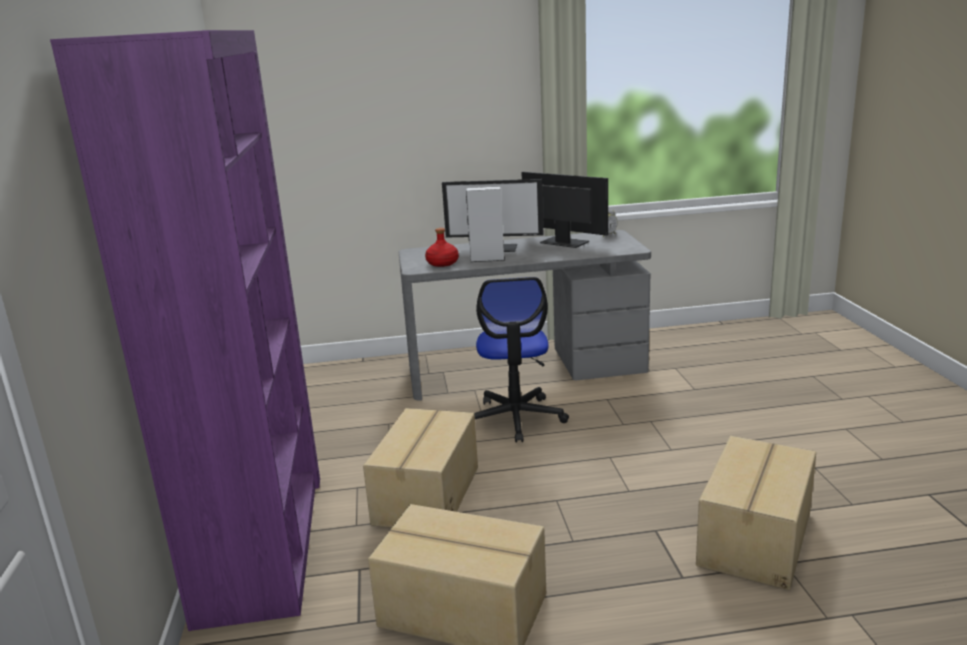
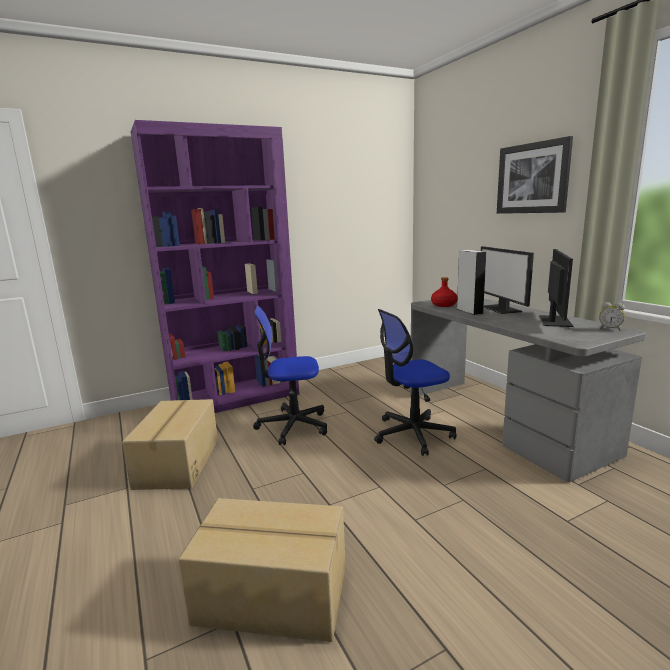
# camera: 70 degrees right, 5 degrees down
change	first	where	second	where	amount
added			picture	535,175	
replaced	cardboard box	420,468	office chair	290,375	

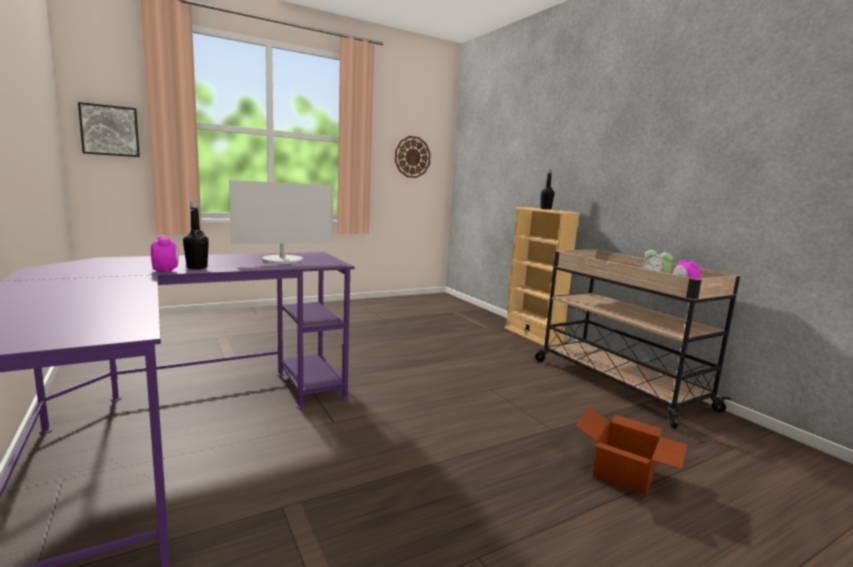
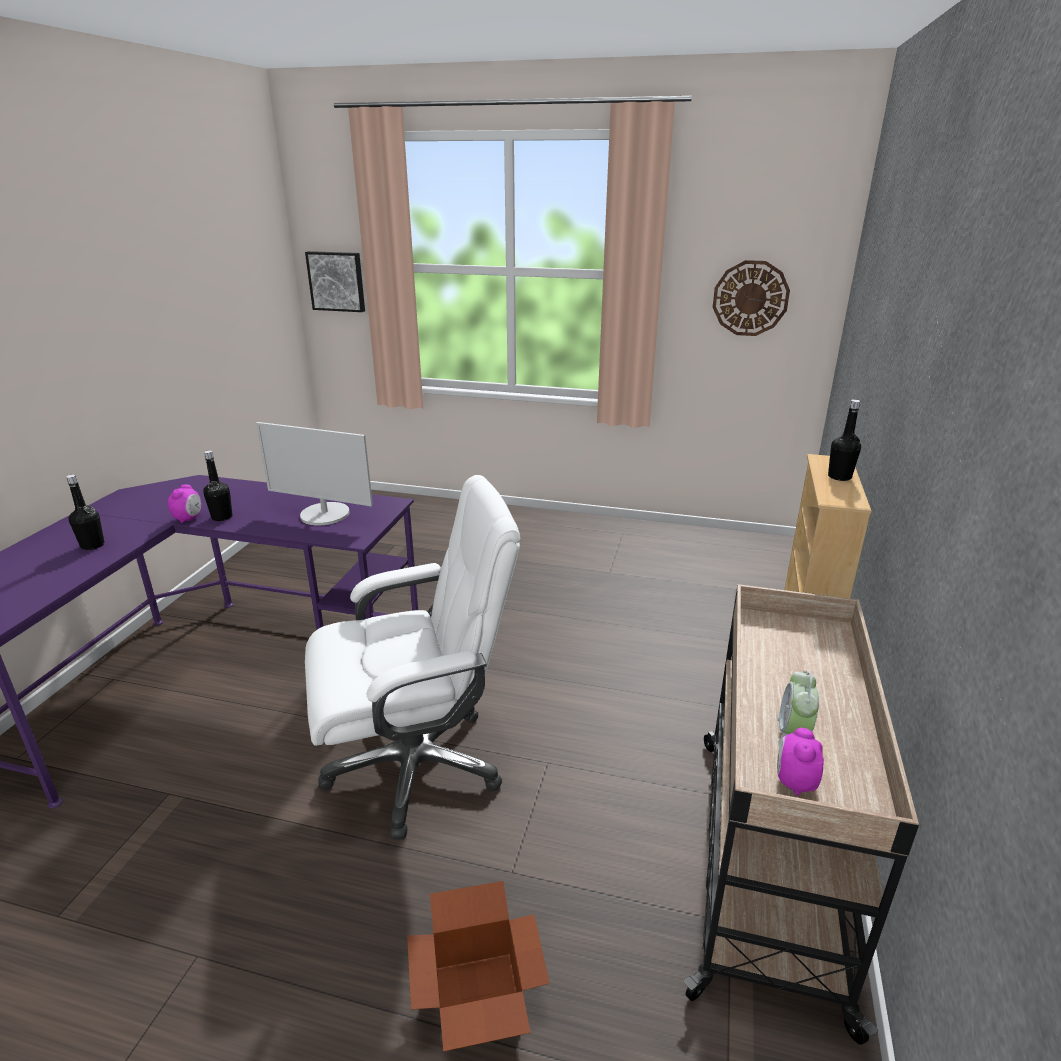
# camera: 45 degrees right, 15 degrees up
change	first	where	second	where	amount
added			bottle (black)	85,512	
added			office chair (white)	412,657	

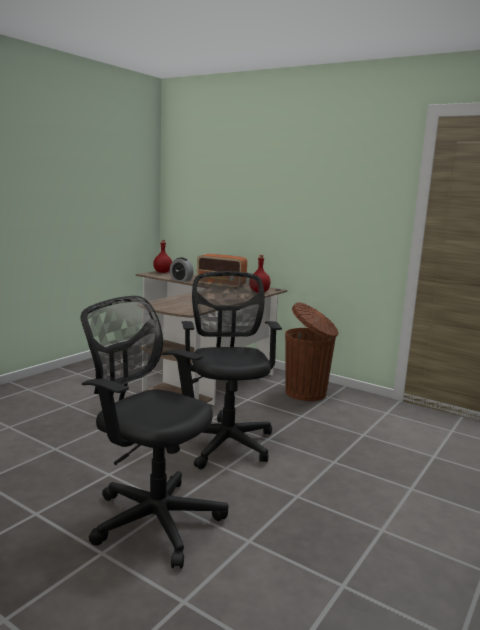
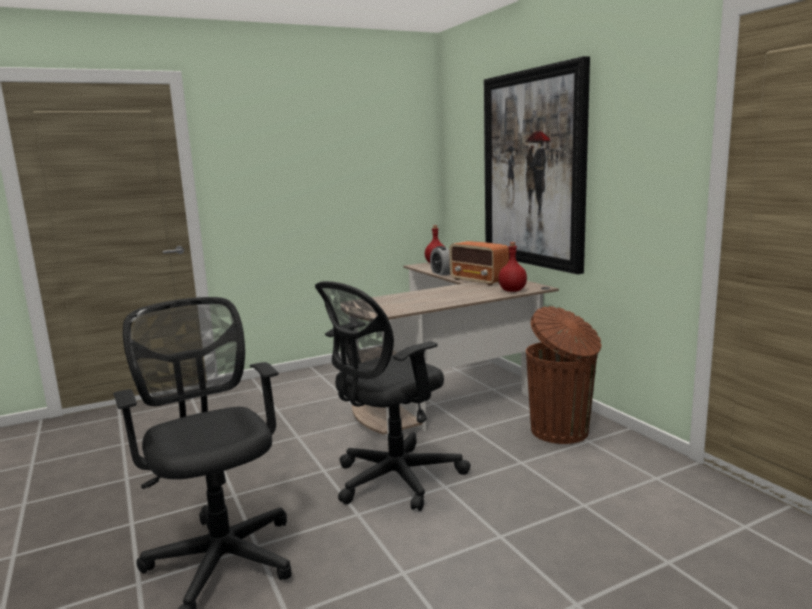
# camera: 30 degrees right, 0 degrees up
change	first	where	second	where	amount
added			picture	537,165	
turned	office chair (black)	231,370		393,396	150 degrees counterclockwise

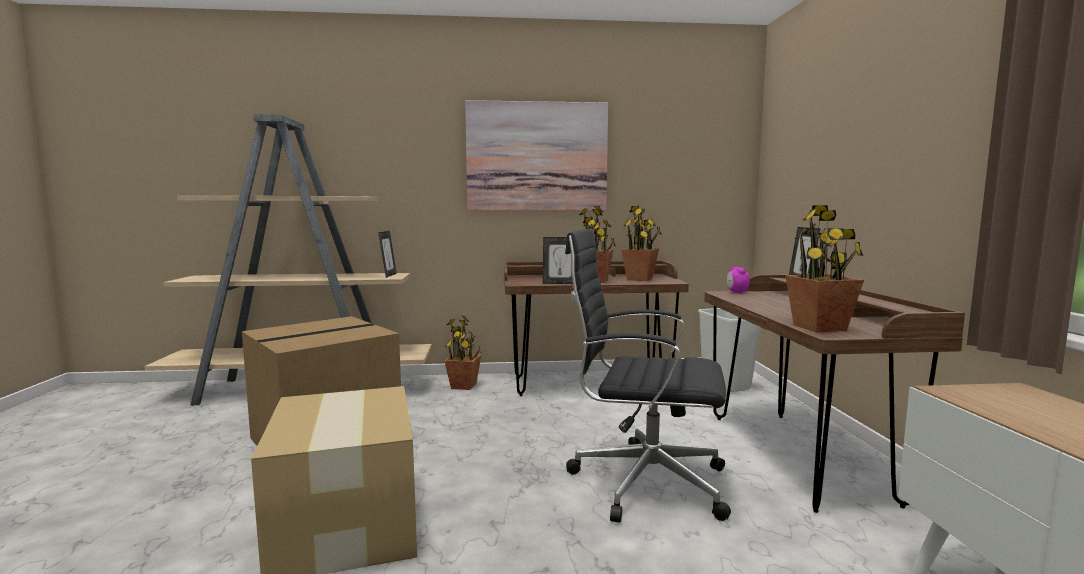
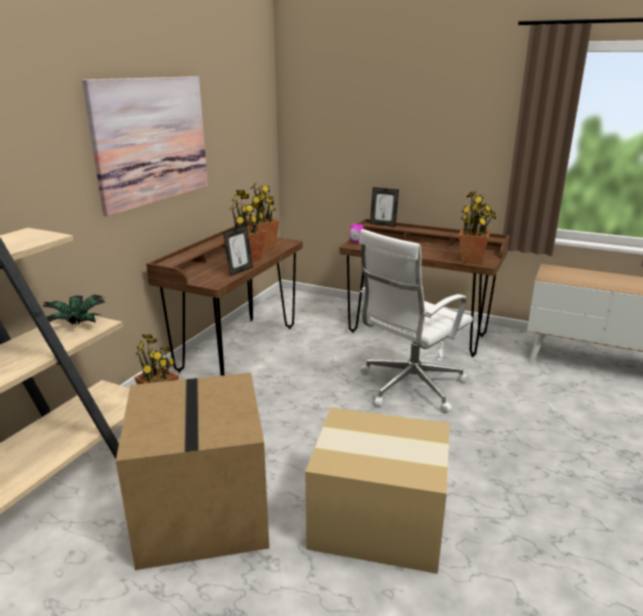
# camera: 60 degrees left, 15 degrees up
change	first	where	second	where	amount
removed	trash can (white)	729,350			
replaced	picture frame	387,254	potted plant	73,310	
recoloured	office chair (black)	648,375	office chair (white)	416,321	

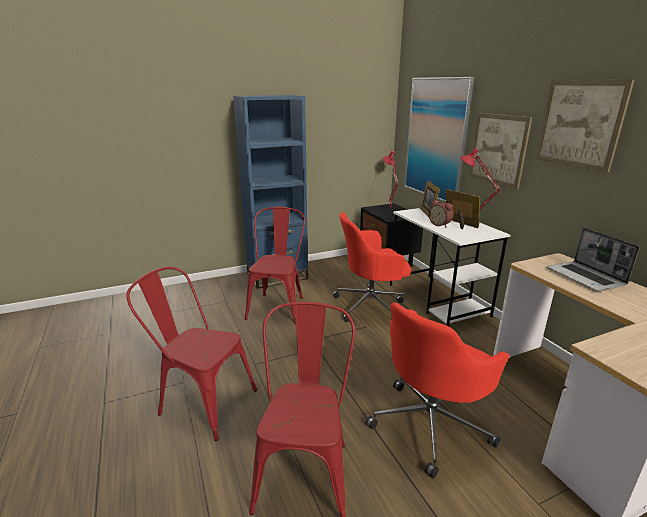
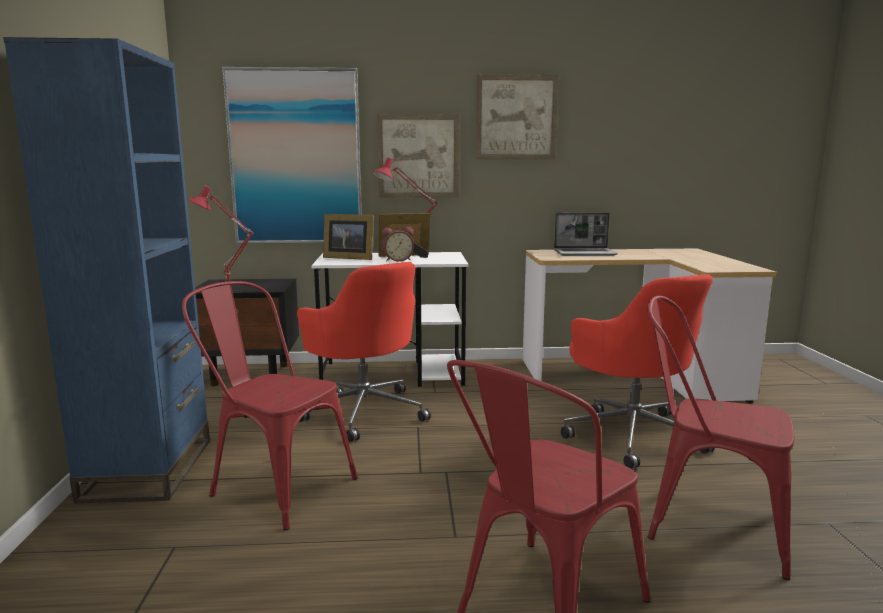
# camera: 70 degrees left, 10 degrees down
change	first	where	second	where	amount
turned	office chair (red)	372,267		364,352	45 degrees counterclockwise

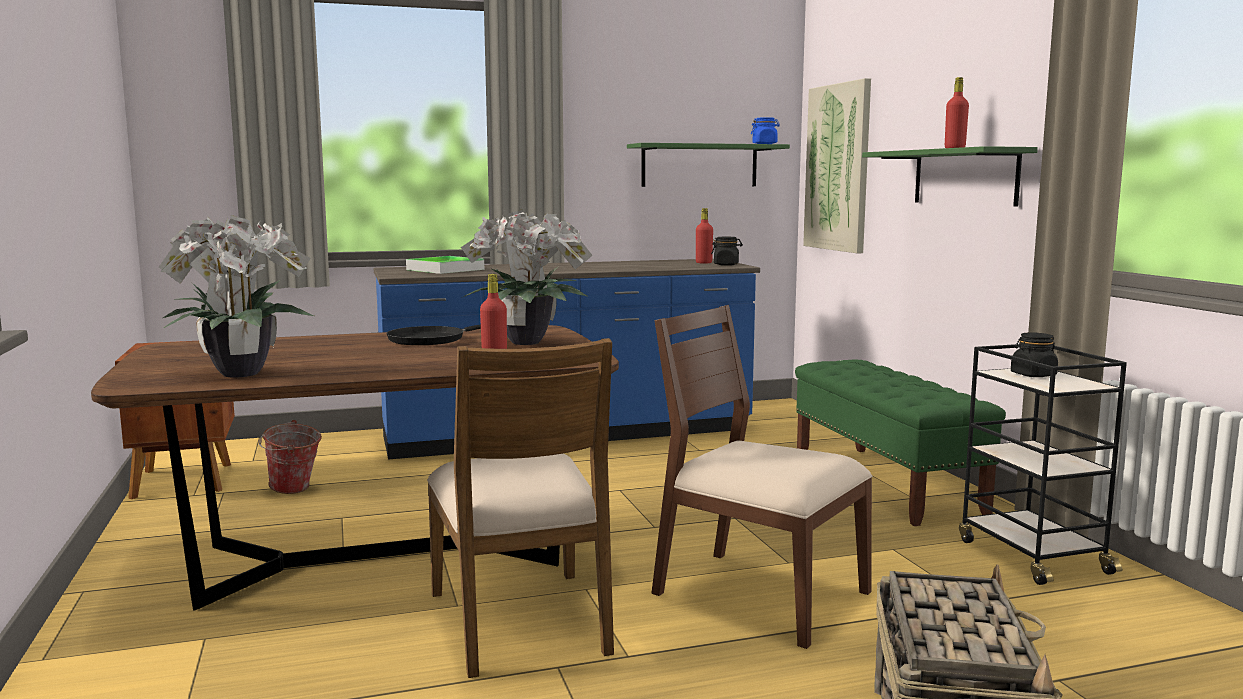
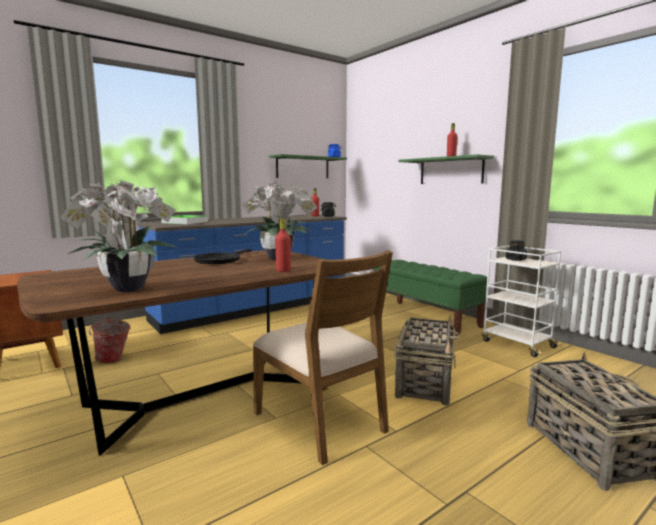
# camera: 20 degrees left, 0 degrees up
change	first	where	second	where	amount
removed	picture	837,165			
replaced	chair (brown)	761,477	basket	427,361	
recoloured	cart (black)	1043,464	cart (white)	521,301	

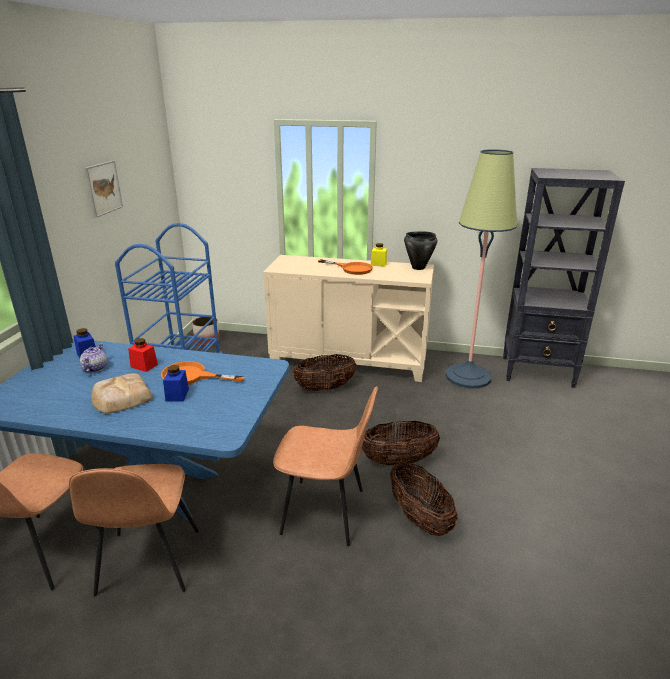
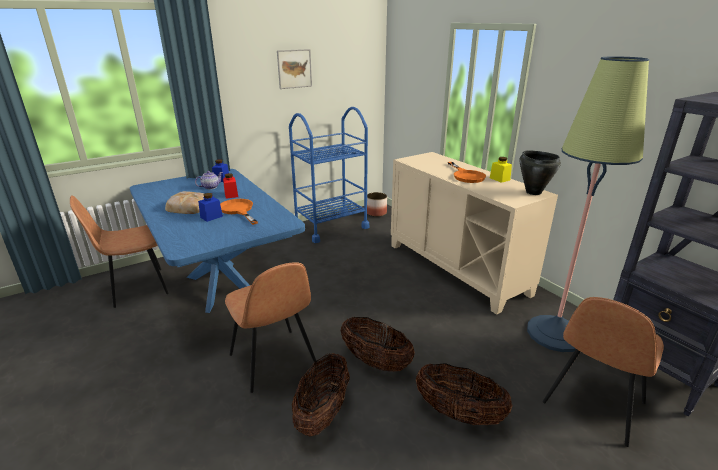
# camera: 45 degrees right, 0 degrees up
change	first	where	second	where	amount
moved	chair (brown)	134,530		603,372	
moved	basket	325,372		464,394	

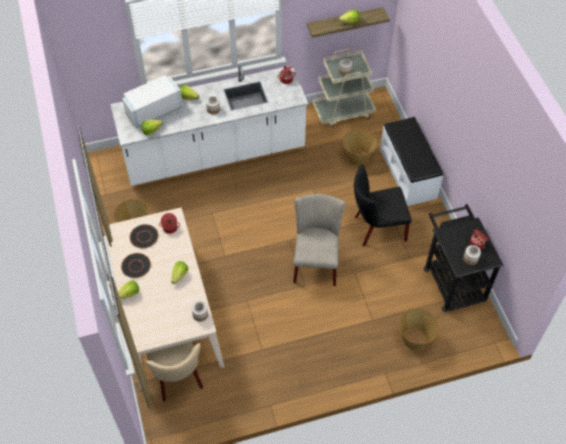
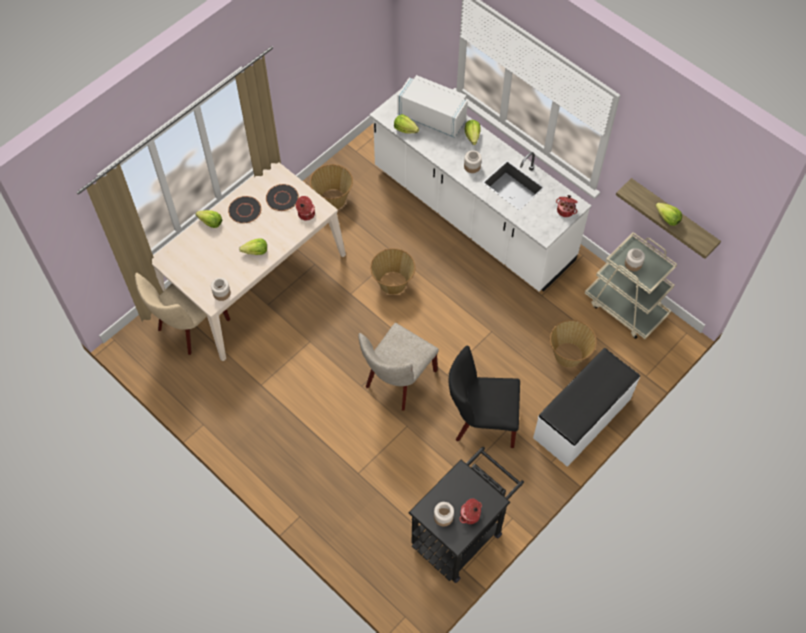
# camera: 60 degrees right, 5 degrees up
change	first	where	second	where	amount
moved	basket	418,329		393,271	
turned	chair (beige)	319,240		399,367	150 degrees clockwise
turned	chair (black)	383,205		484,397	45 degrees counterclockwise

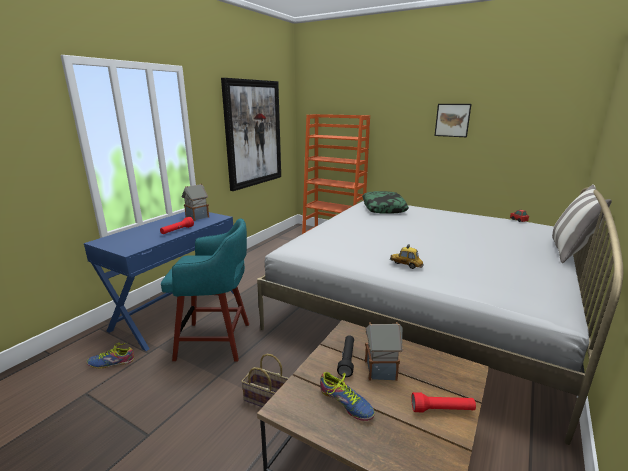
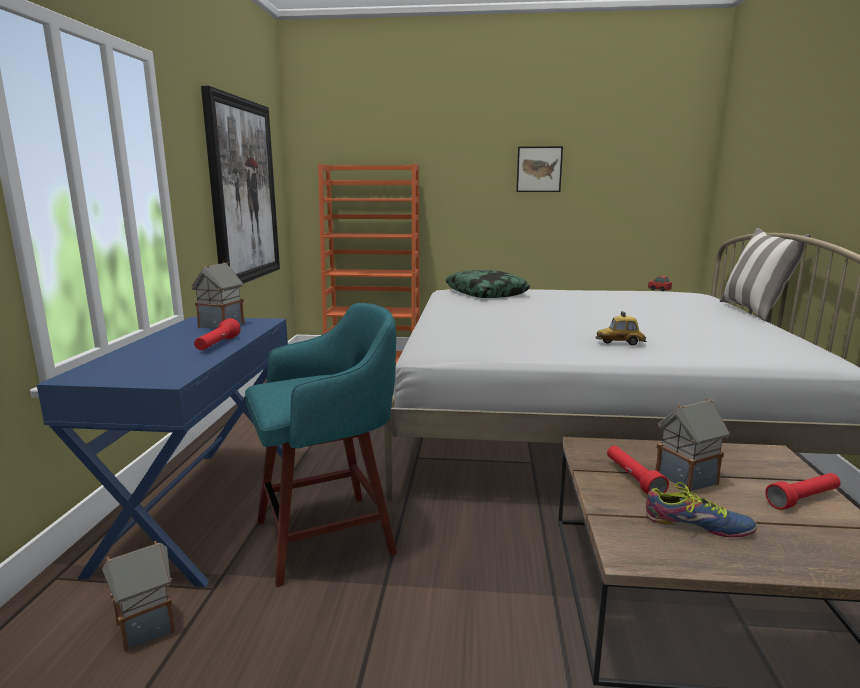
# camera: 25 degrees left, 5 degrees down
change	first	where	second	where	amount
removed	basket	265,380			
replaced	shoe	110,356	toy house	138,596	
recoloured	flashlight (black)	345,356	flashlight (red)	638,470	

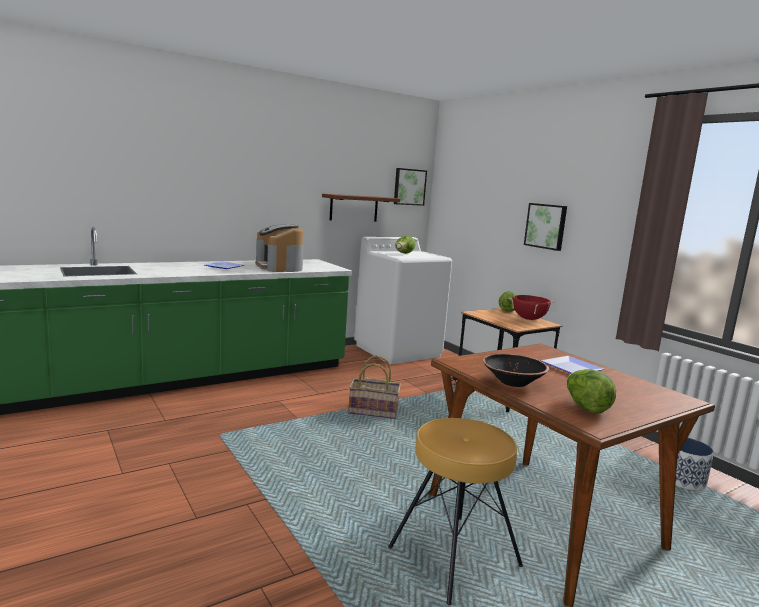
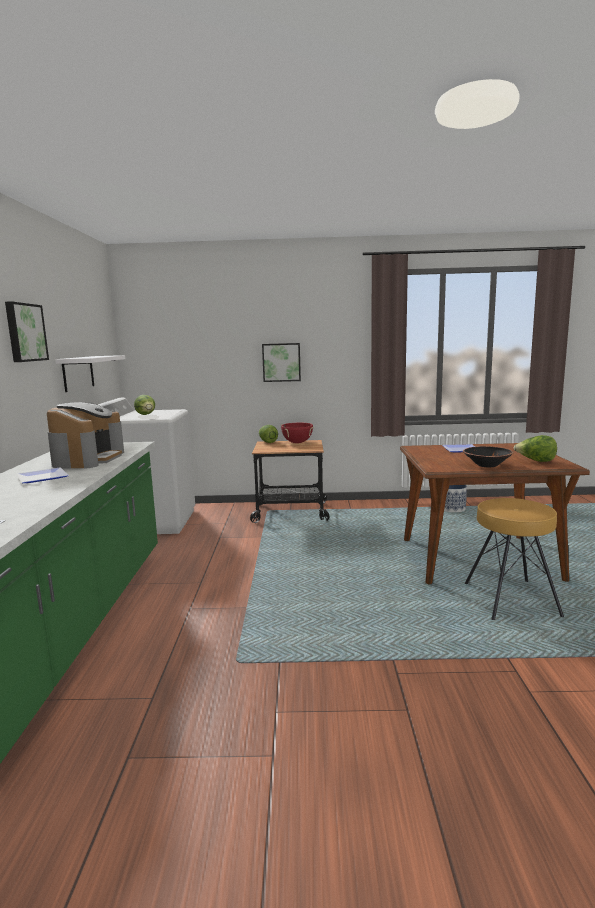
# camera: 55 degrees left, 0 degrees up
change	first	where	second	where	amount
removed	basket	374,387			
moved	picture	410,187		27,331	
recoloured	shelf (brown)	361,208	shelf (white)	90,373	
turned	coffee machine	279,248		85,435	90 degrees counterclockwise

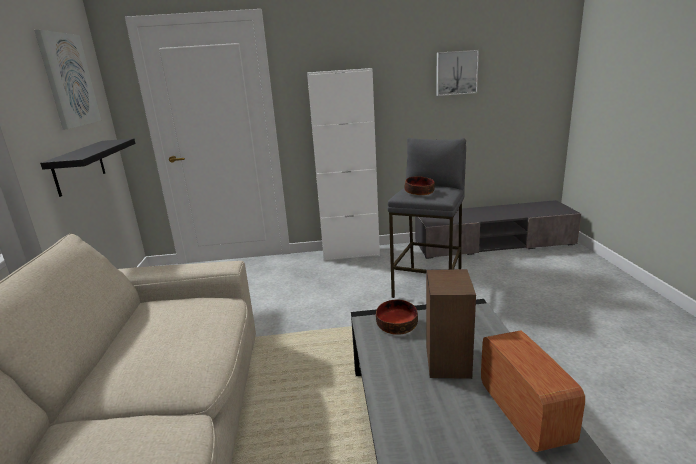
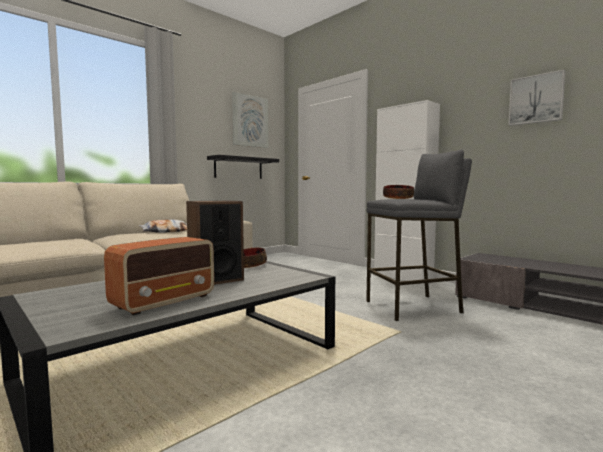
# camera: 50 degrees right, 15 degrees down
change	first	where	second	where	amount
added			pillow	163,226	

